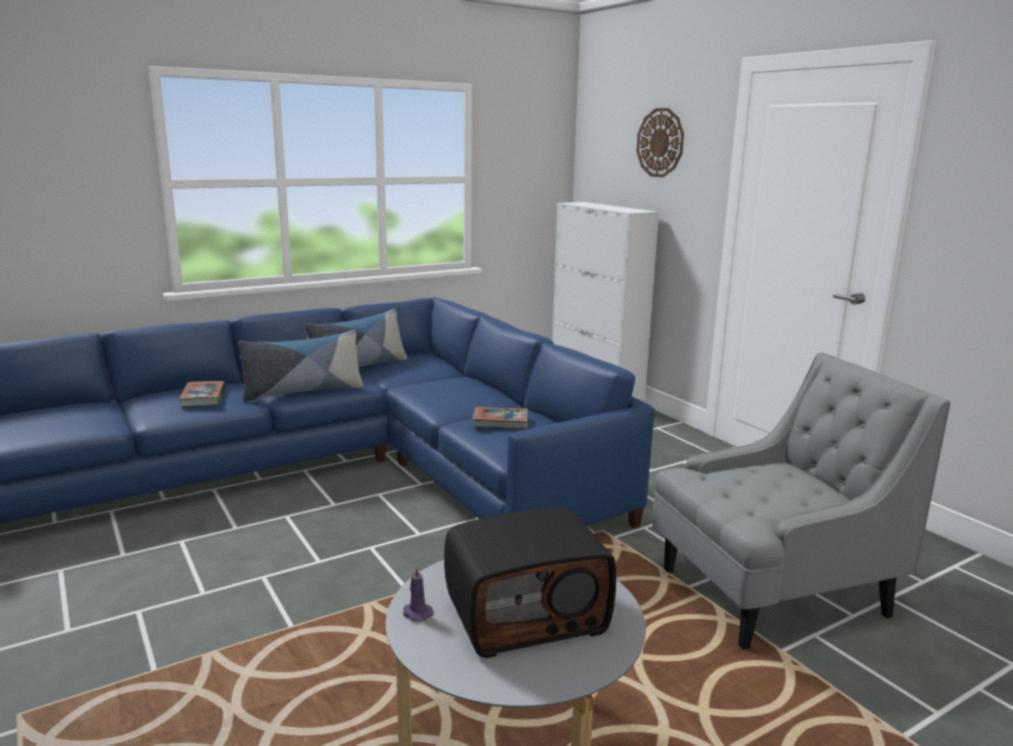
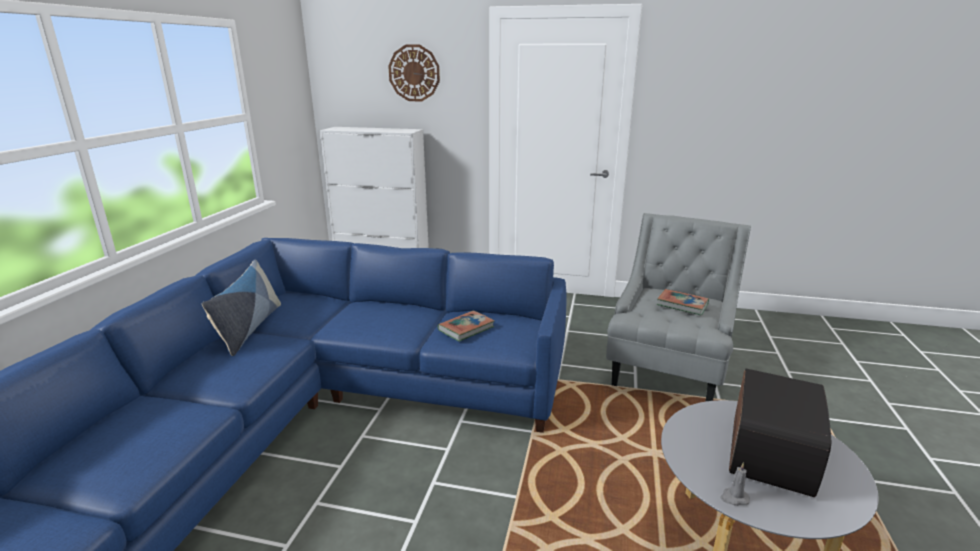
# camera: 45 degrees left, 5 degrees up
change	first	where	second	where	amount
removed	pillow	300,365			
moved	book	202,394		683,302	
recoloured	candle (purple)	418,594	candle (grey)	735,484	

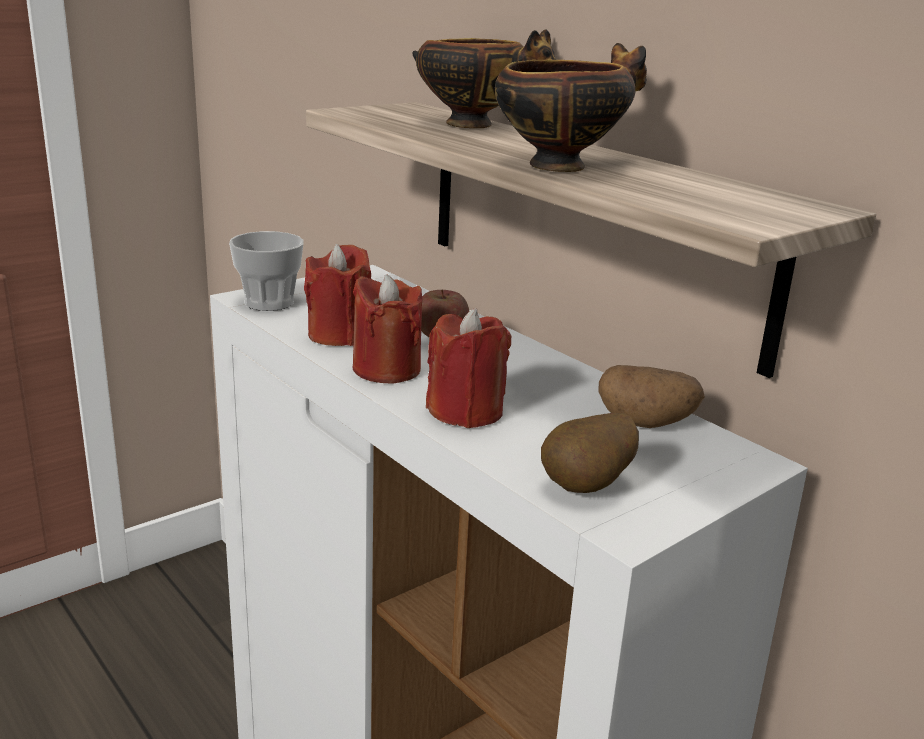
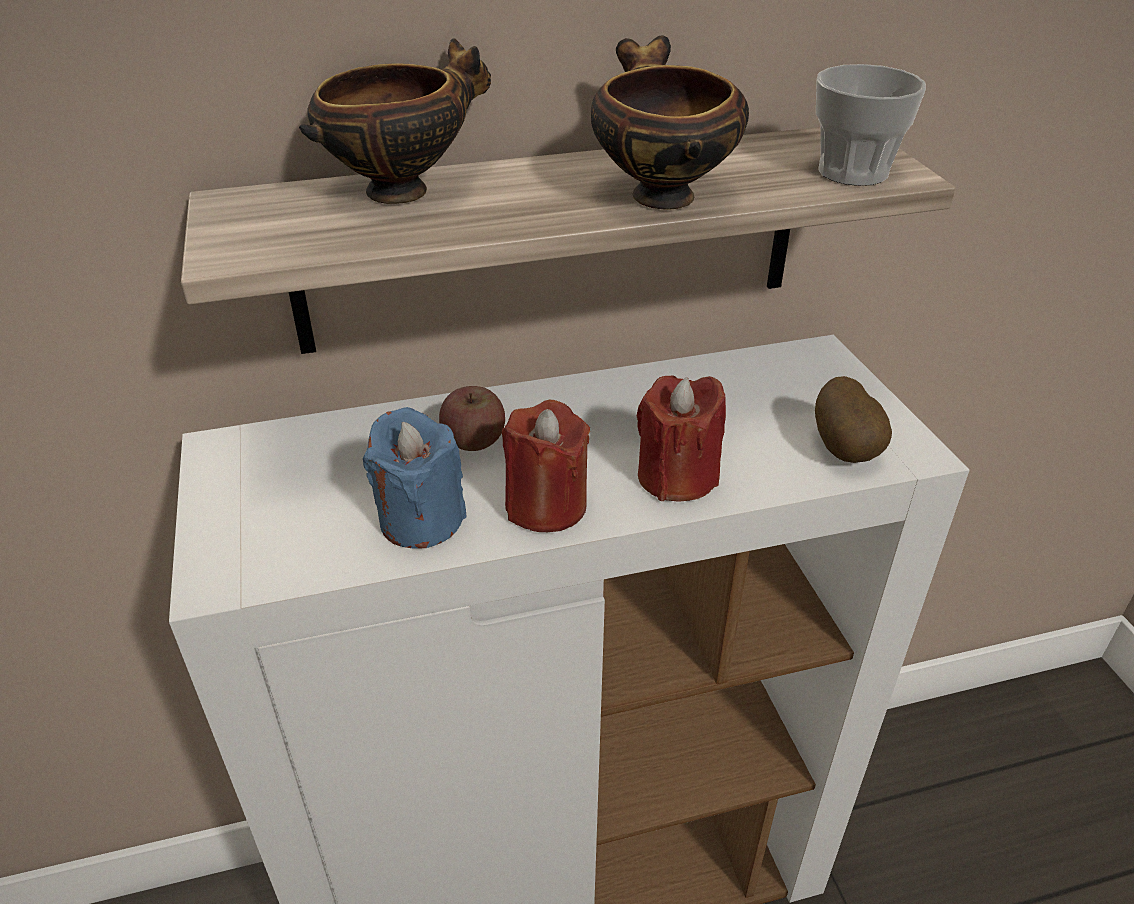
# camera: 65 degrees left, 15 degrees up
change	first	where	second	where	amount
removed	potato	651,396			
moved	cup	266,271		871,125	
recoloured	candle (red)	337,295	candle (blue)	415,478	

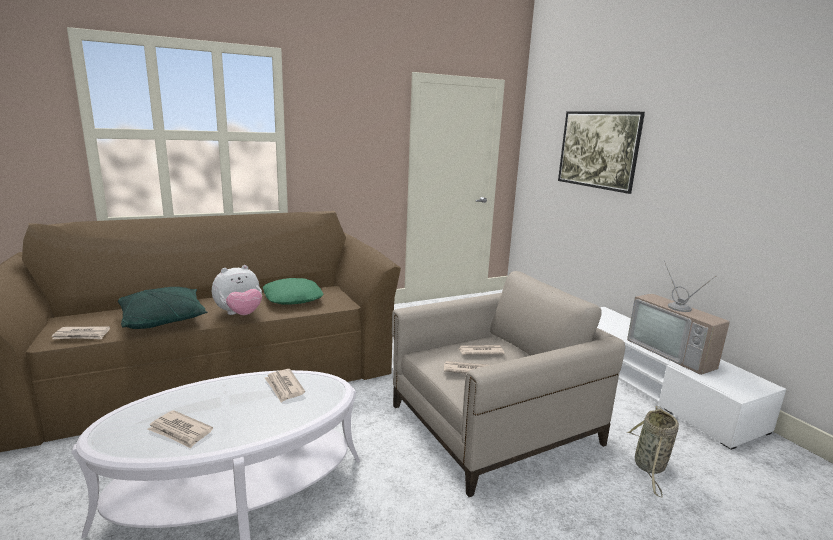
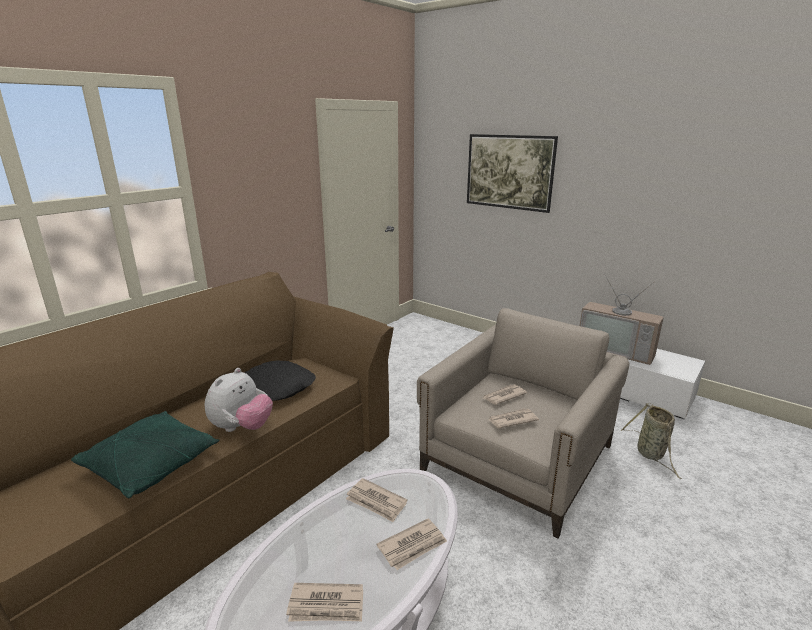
# camera: 25 degrees left, 5 degrees up
change	first	where	second	where	amount
moved	newspaper	81,332		411,544	
recoloured	pillow (green)	293,291	pillow (black)	280,381	

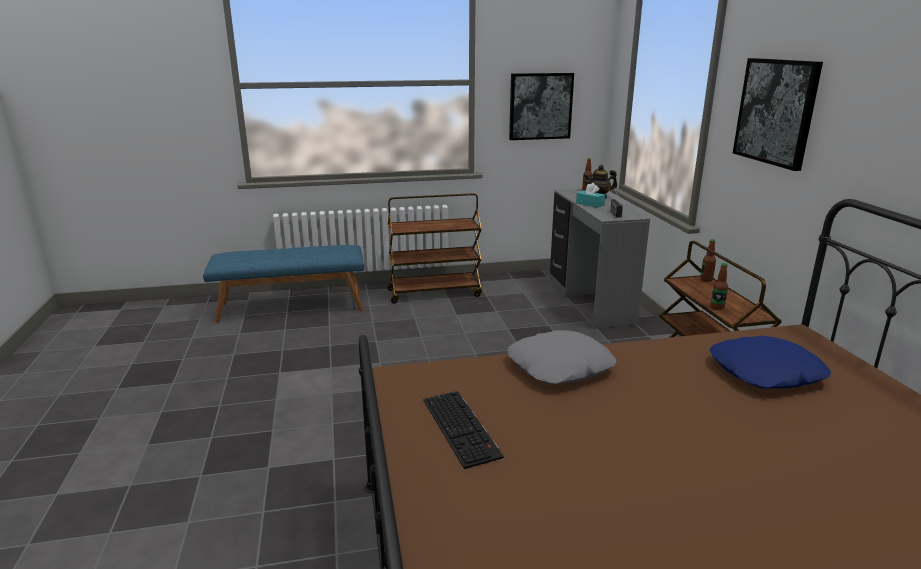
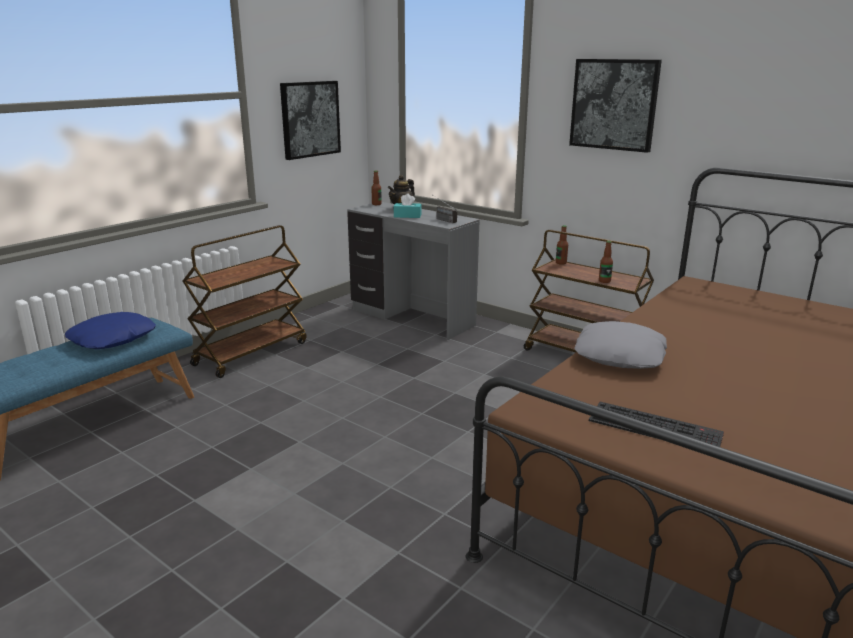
# camera: 40 degrees left, 0 degrees up
change	first	where	second	where	amount
moved	pillow (blue)	770,362		110,330	

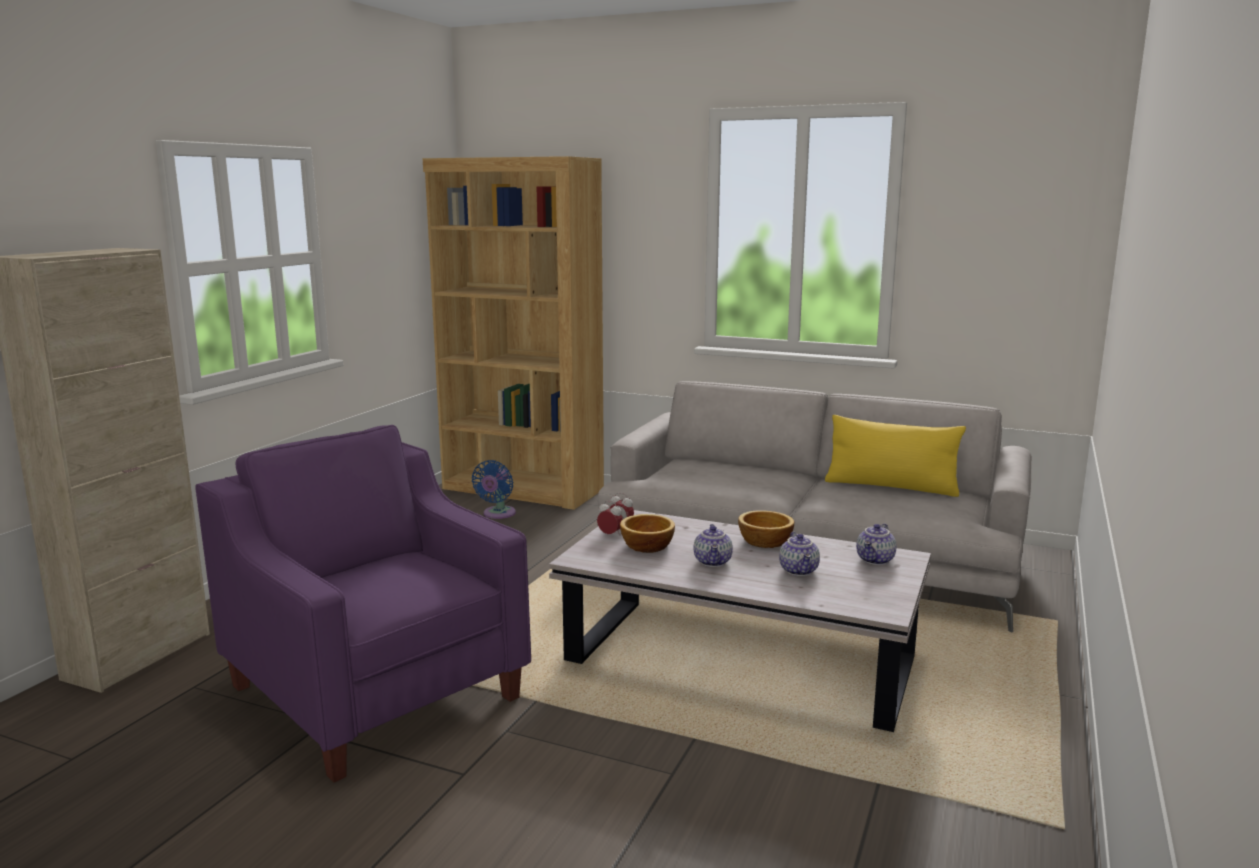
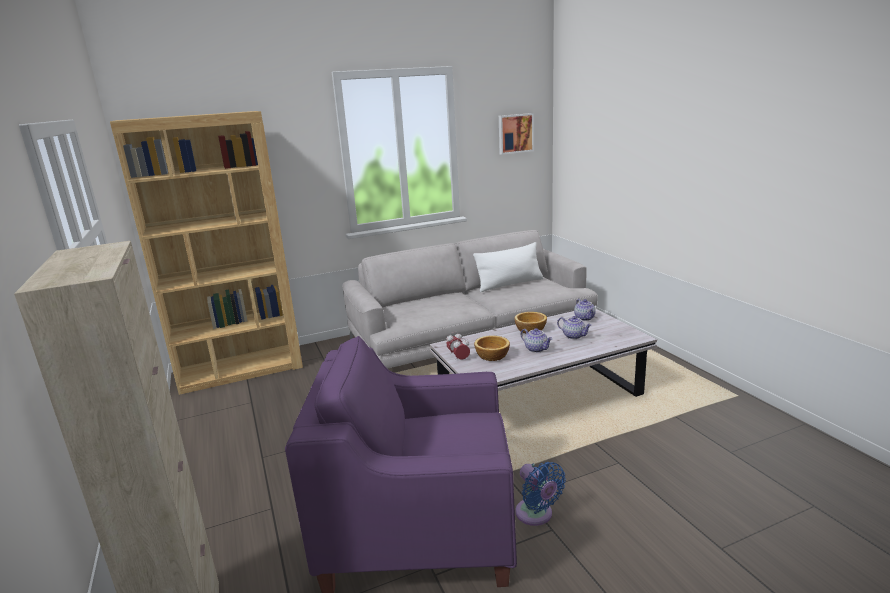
# camera: 45 degrees left, 5 degrees up
change	first	where	second	where	amount
added			picture	516,134	
moved	fan (blue)	494,489		540,494	
recoloured	pillow (yellow)	895,456	pillow (white)	508,267	

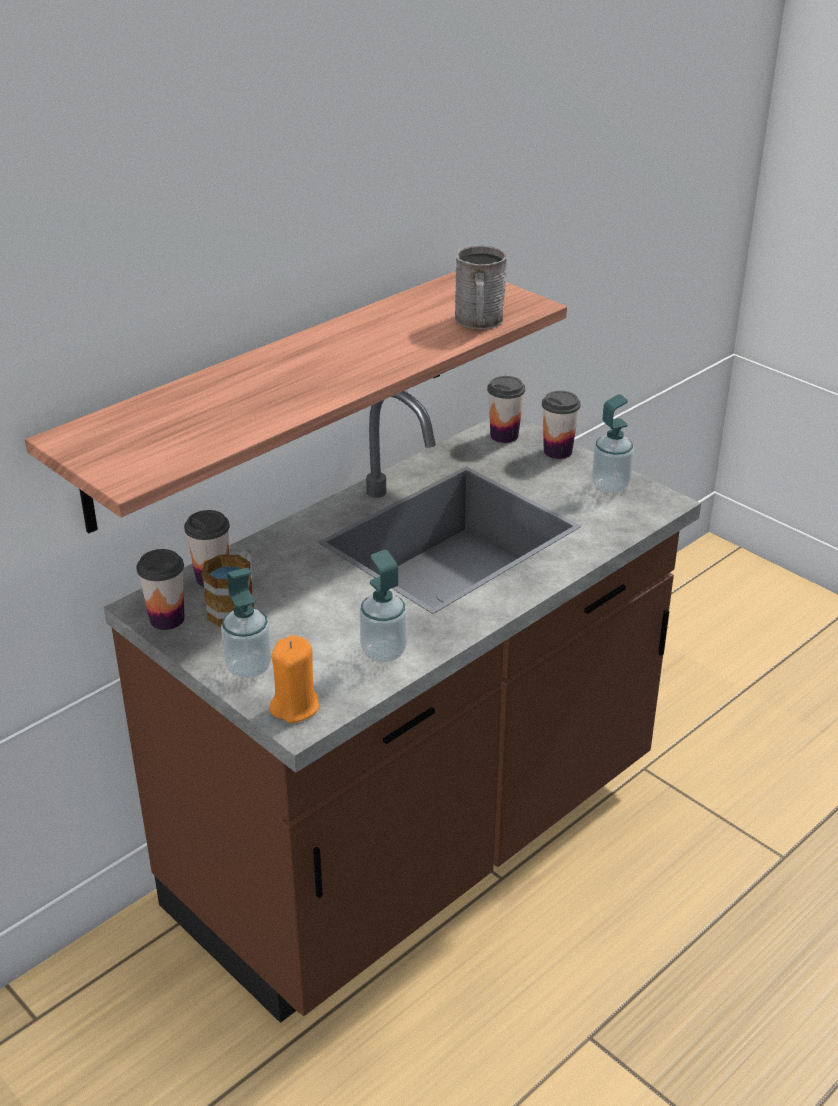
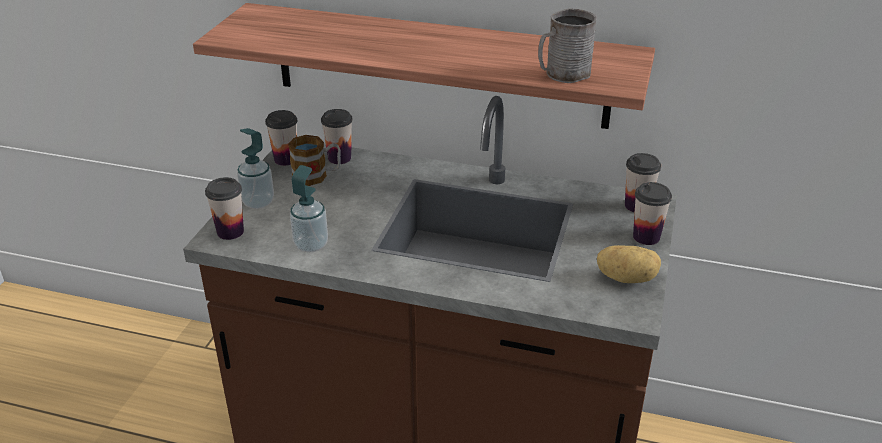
# camera: 60 degrees right, 0 degrees up
change	first	where	second	where	amount
replaced	candle (orange)	294,679	cup	224,208	
replaced	soap dispenser	613,443	potato	629,264	

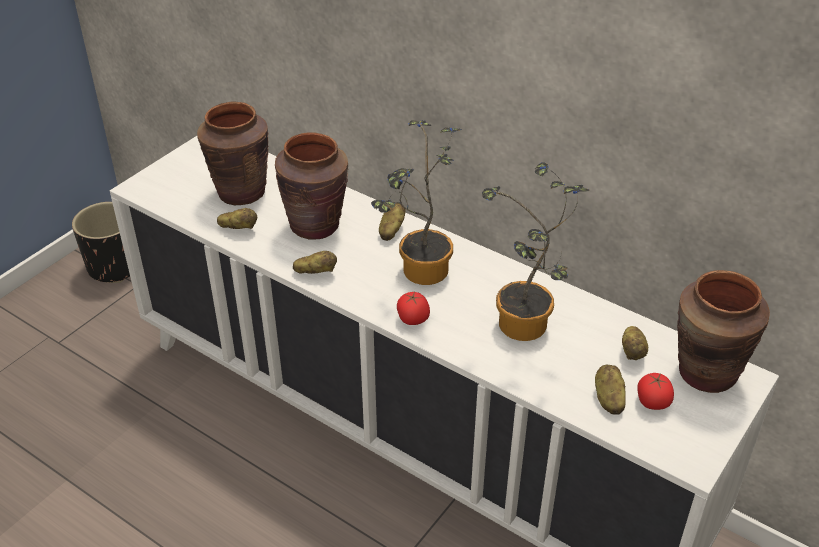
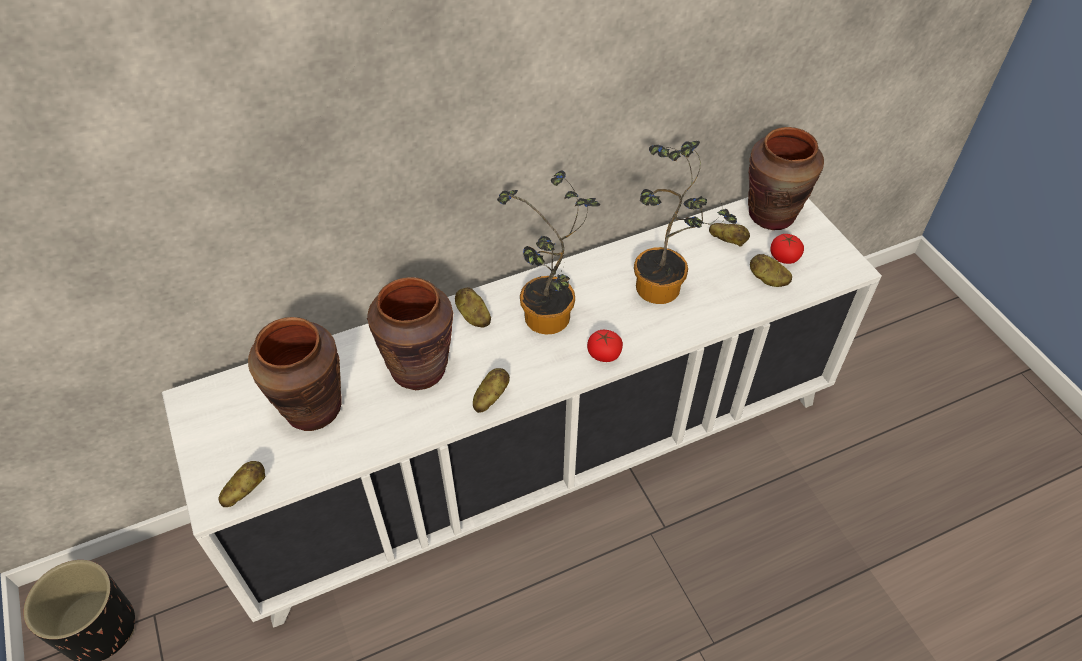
# camera: 60 degrees left, 10 degrees up
change	first	where	second	where	amount
moved	potato	237,218		242,484	

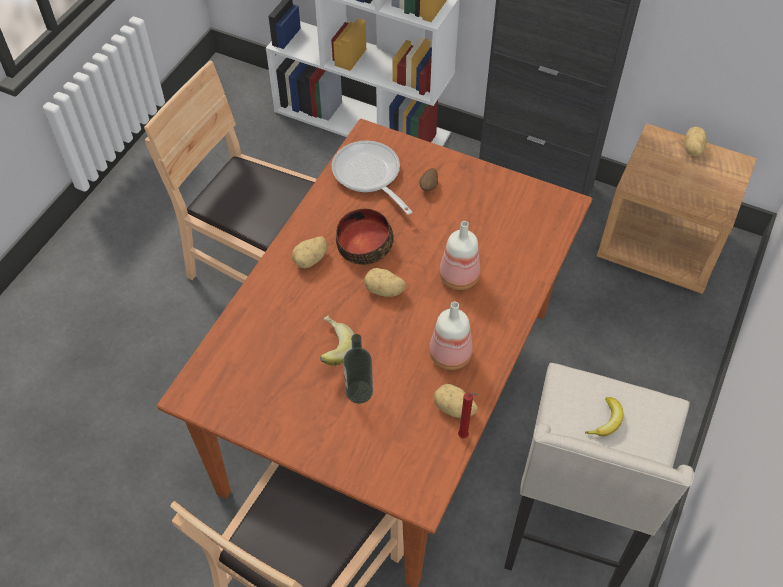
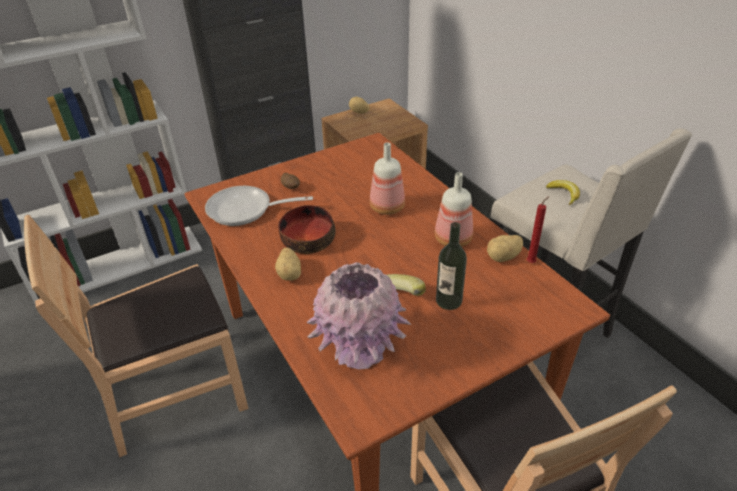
# camera: 55 degrees left, 15 degrees down
change	first	where	second	where	amount
removed	potato	385,282			
added			vase (pink)	359,315	

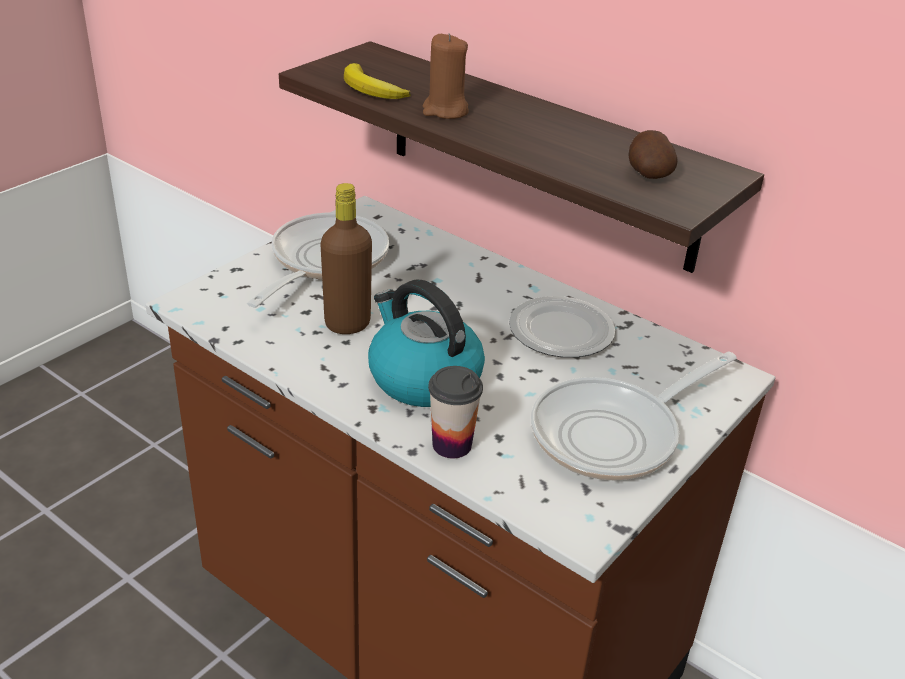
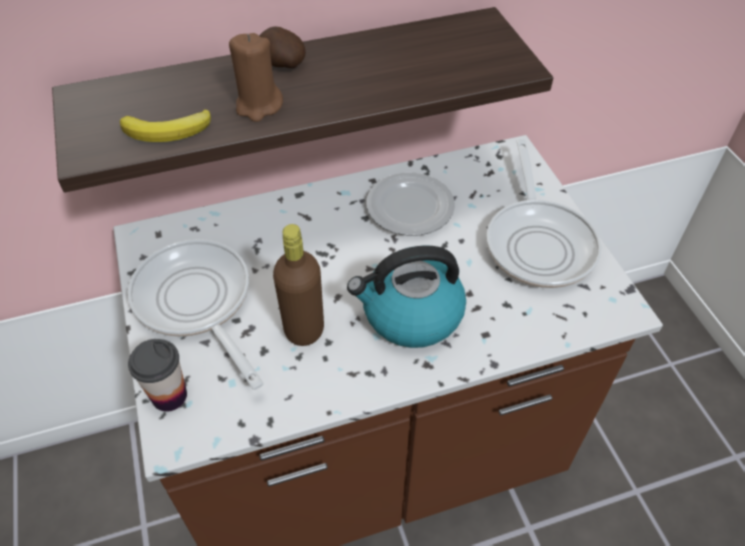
# camera: 55 degrees left, 15 degrees up
change	first	where	second	where	amount
moved	cup	455,412		157,375	
moved	potato	653,154		282,47	

